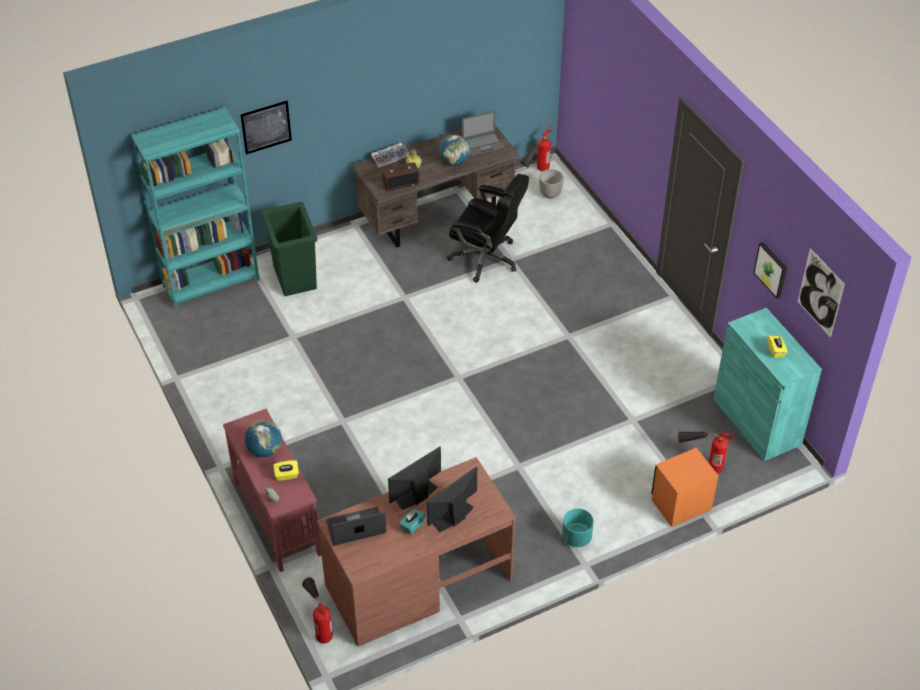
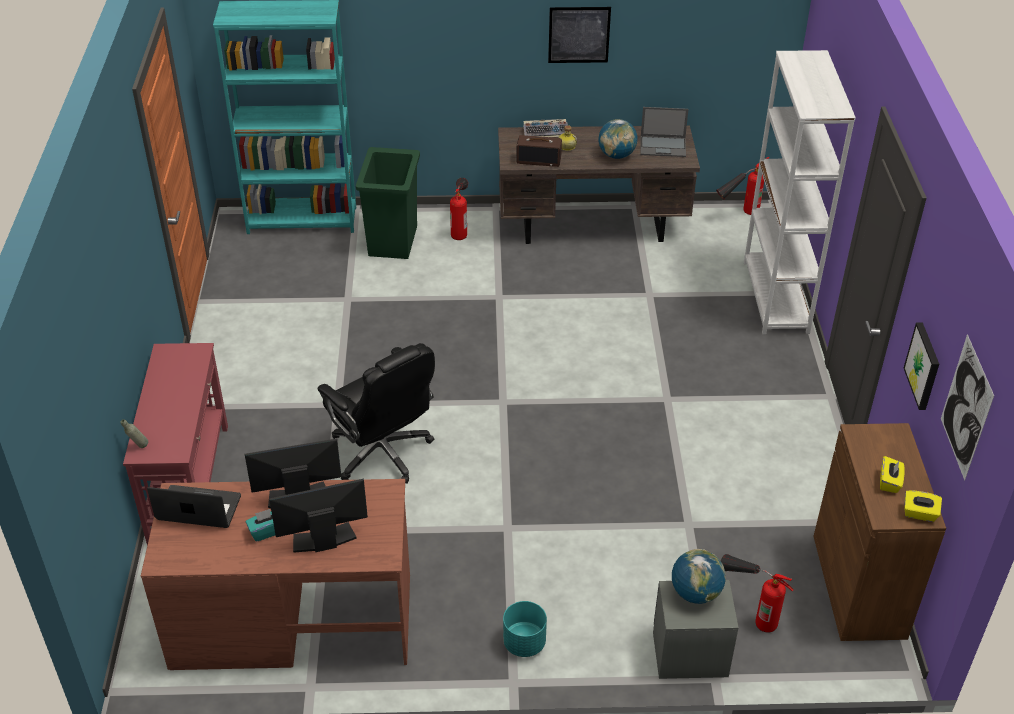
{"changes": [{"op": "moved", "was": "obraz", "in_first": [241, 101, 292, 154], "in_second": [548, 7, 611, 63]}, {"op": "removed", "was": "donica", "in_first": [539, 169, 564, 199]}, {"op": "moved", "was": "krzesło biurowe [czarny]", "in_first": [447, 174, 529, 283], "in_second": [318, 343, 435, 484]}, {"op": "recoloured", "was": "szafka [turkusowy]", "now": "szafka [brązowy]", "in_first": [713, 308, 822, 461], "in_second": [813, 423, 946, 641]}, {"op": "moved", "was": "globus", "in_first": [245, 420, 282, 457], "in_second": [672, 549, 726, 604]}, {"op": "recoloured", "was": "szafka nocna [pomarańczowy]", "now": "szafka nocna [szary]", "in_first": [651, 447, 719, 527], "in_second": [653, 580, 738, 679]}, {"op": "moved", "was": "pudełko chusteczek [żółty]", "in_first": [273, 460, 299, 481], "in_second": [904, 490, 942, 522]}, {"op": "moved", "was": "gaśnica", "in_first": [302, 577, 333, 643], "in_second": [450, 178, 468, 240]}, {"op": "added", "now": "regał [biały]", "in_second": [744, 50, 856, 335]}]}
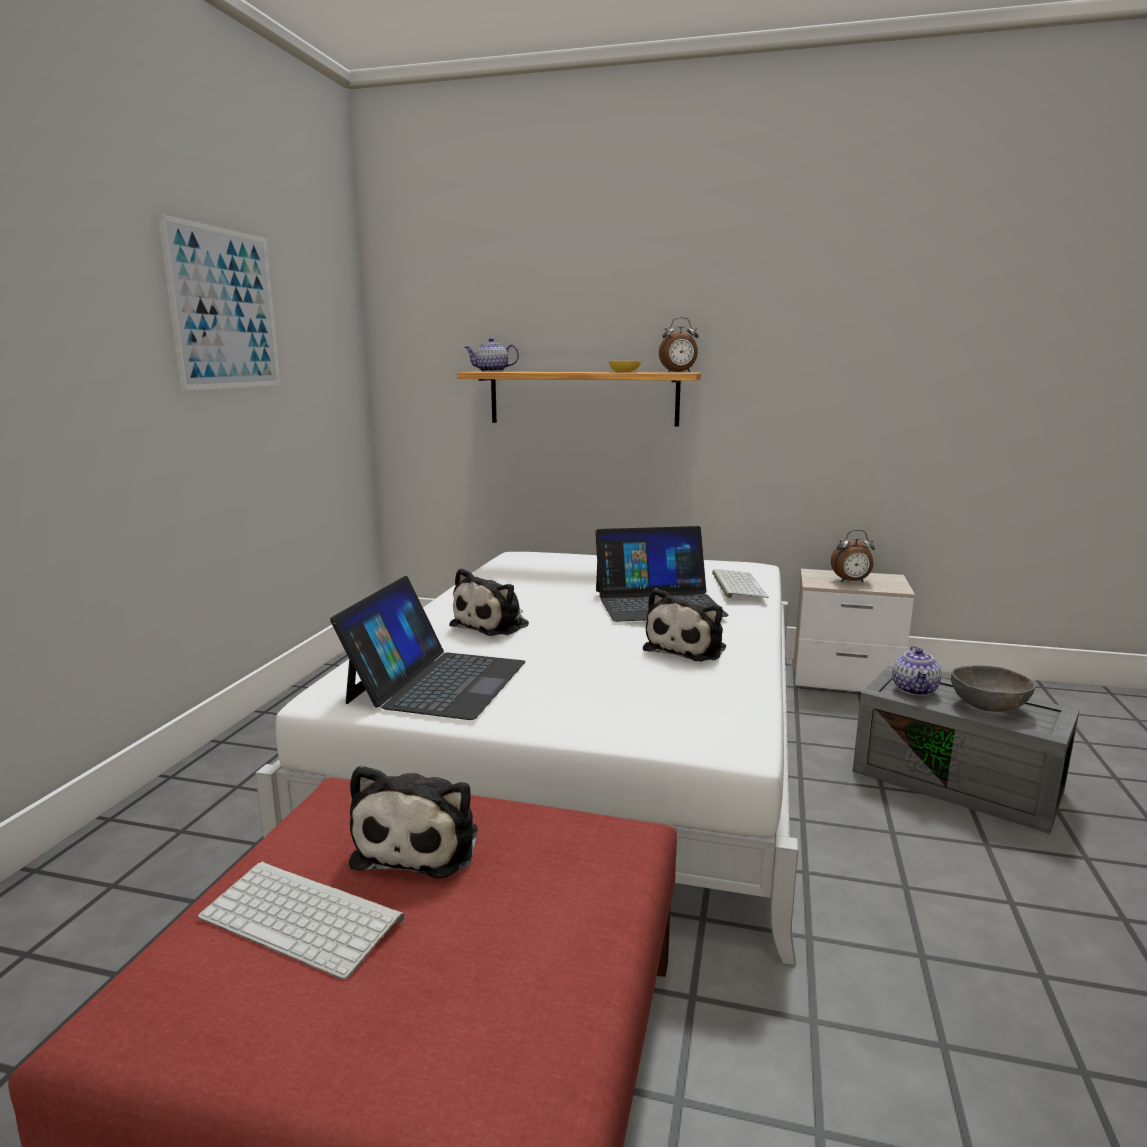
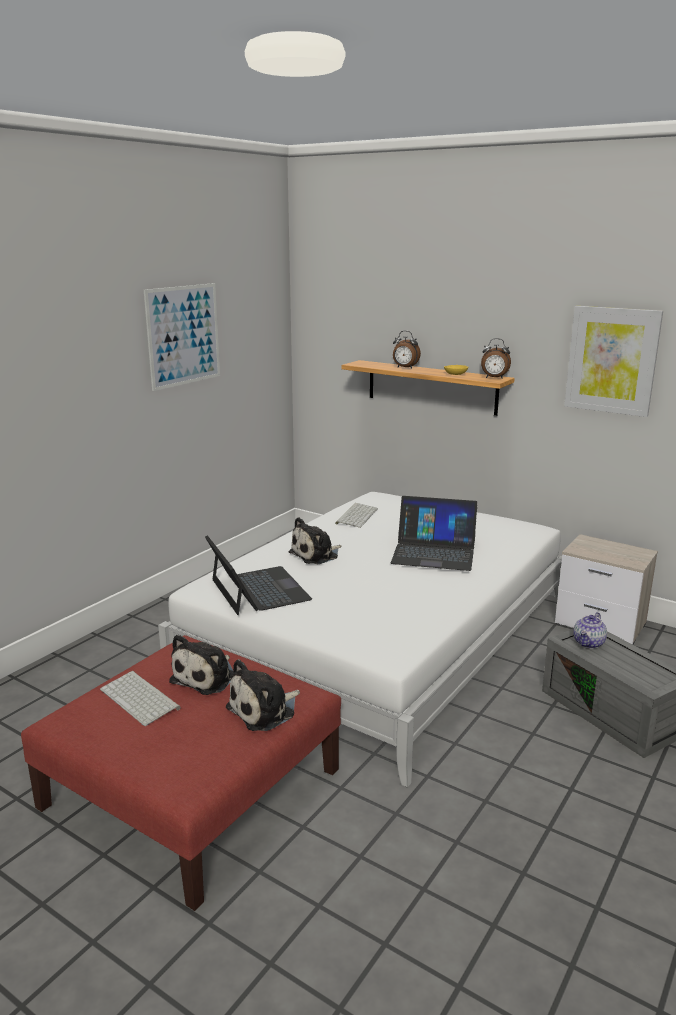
{"changes": [{"op": "removed", "was": "imbryk", "in_first": [464, 338, 519, 372]}, {"op": "moved", "was": "budzik", "in_first": [831, 530, 875, 582], "in_second": [393, 331, 421, 369]}, {"op": "moved", "was": "klawiatura", "in_first": [712, 569, 769, 598], "in_second": [335, 503, 378, 528]}, {"op": "turned", "was": "laptop", "in_first": [330, 576, 526, 720], "in_second": [205, 535, 312, 615], "clockwise": -60}, {"op": "moved", "was": "pluszak", "in_first": [643, 588, 726, 661], "in_second": [226, 659, 300, 731]}, {"op": "removed", "was": "miska [szary]", "in_first": [951, 665, 1036, 712]}, {"op": "added", "now": "obraz", "in_second": [564, 306, 663, 417]}]}
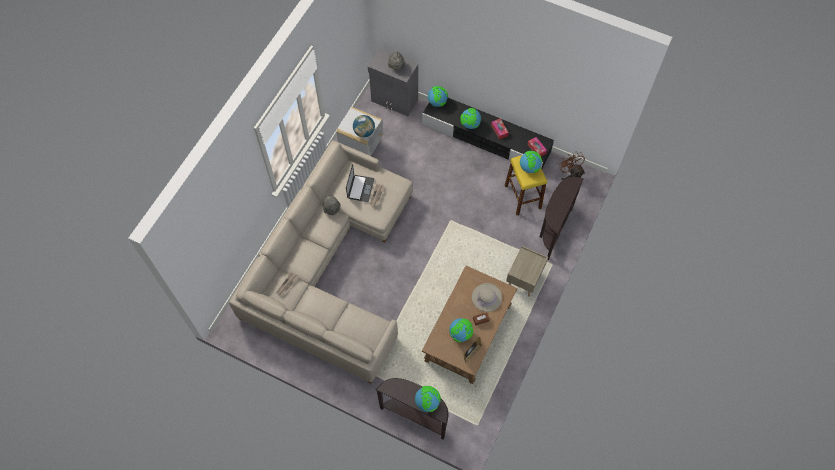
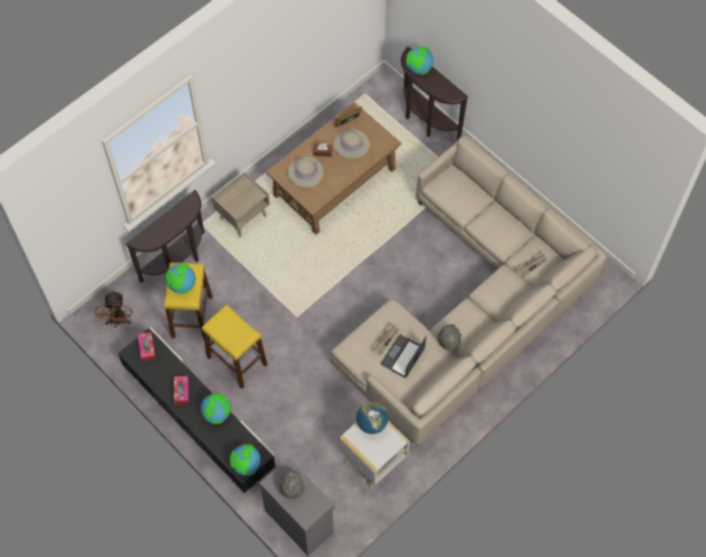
{"changes": [{"op": "replaced", "was": "globus", "now": "kapelusz [beżowy]", "in_first": [449, 318, 473, 342], "in_second": [334, 129, 370, 159]}, {"op": "added", "now": "stołek [żółty]", "in_second": [202, 305, 268, 389]}]}
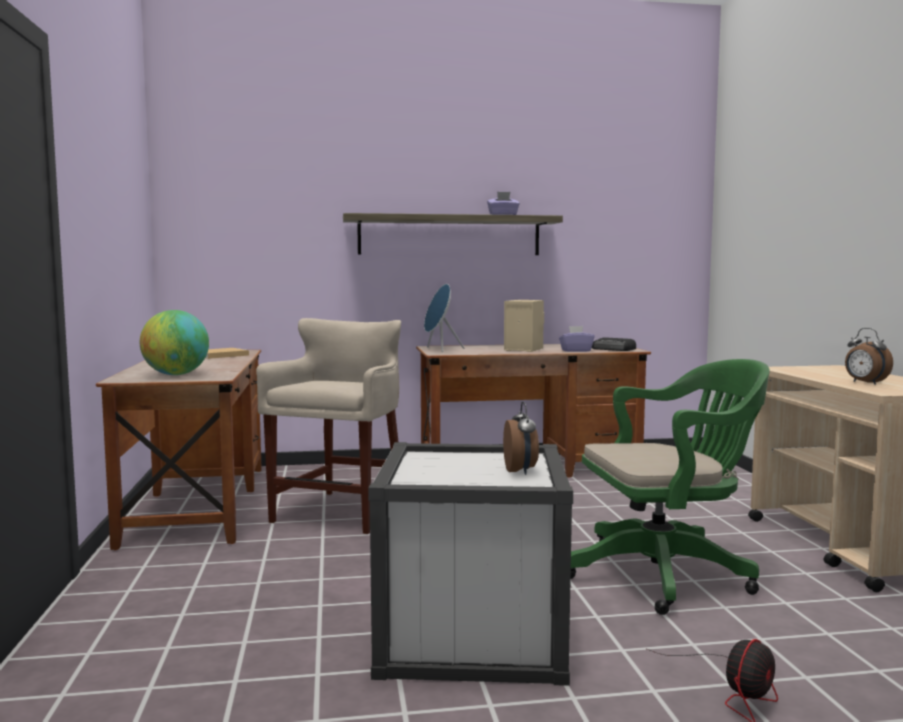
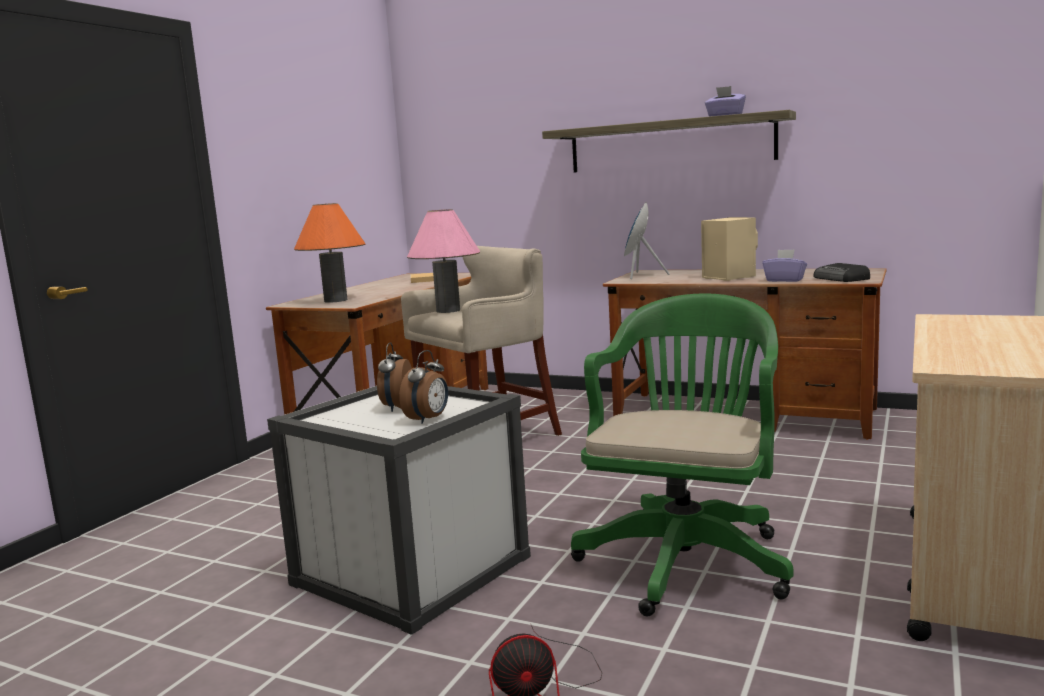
{"changes": [{"op": "replaced", "was": "globus", "now": "lampa stołowa [pomarańczowy]", "in_first": [140, 310, 209, 375], "in_second": [294, 203, 365, 303]}, {"op": "moved", "was": "budzik", "in_first": [845, 328, 893, 385], "in_second": [377, 342, 412, 412]}, {"op": "turned", "was": "krzesło biurowe [zielony]", "in_first": [571, 359, 770, 615], "in_second": [571, 293, 794, 616], "clockwise": -90}, {"op": "added", "now": "lampa stołowa [różowy]", "in_second": [407, 209, 480, 313]}]}
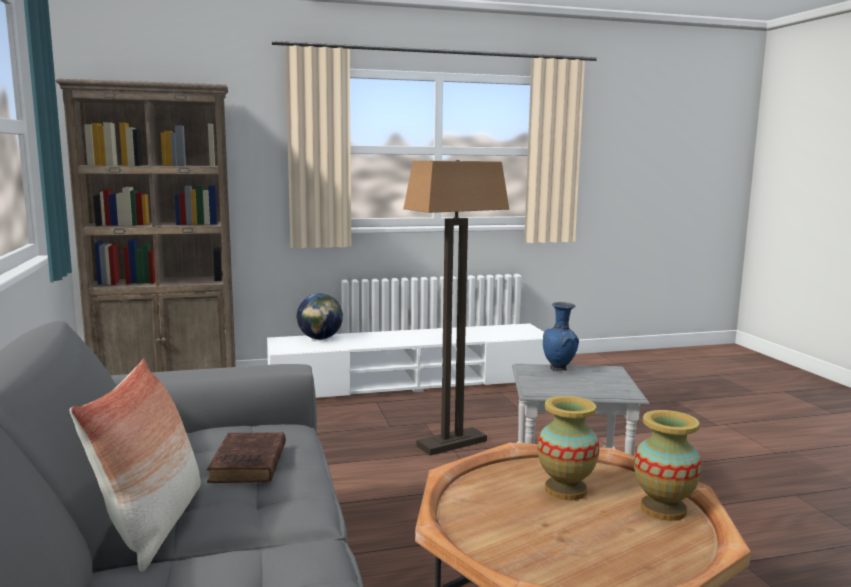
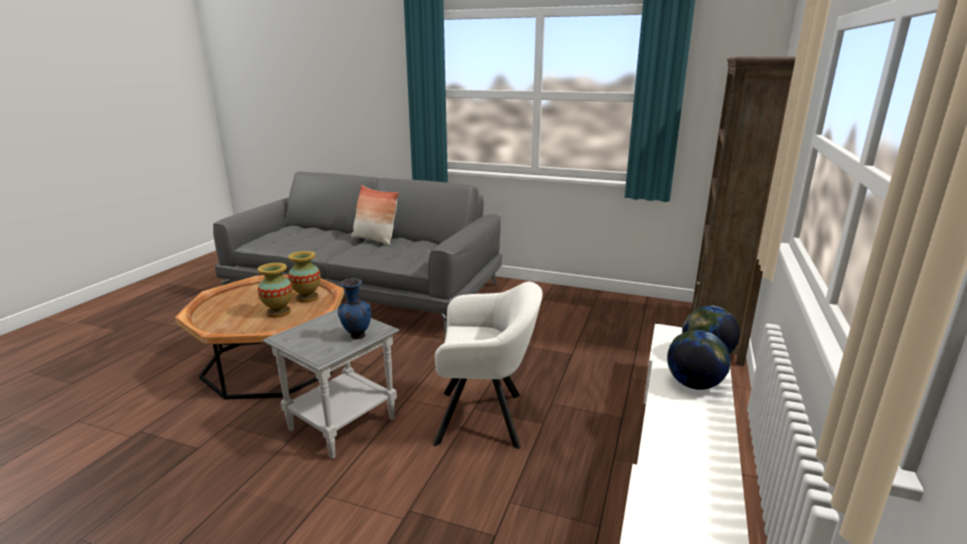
{"changes": [{"op": "replaced", "was": "lampa stojąca", "now": "fotel [biały]", "in_first": [403, 160, 509, 456], "in_second": [433, 282, 543, 449]}, {"op": "moved", "was": "wazon", "in_first": [634, 410, 702, 521], "in_second": [288, 251, 321, 303]}, {"op": "removed", "was": "książka [brązowy]", "in_first": [207, 432, 286, 483]}, {"op": "added", "now": "globus", "in_second": [667, 330, 731, 390]}]}
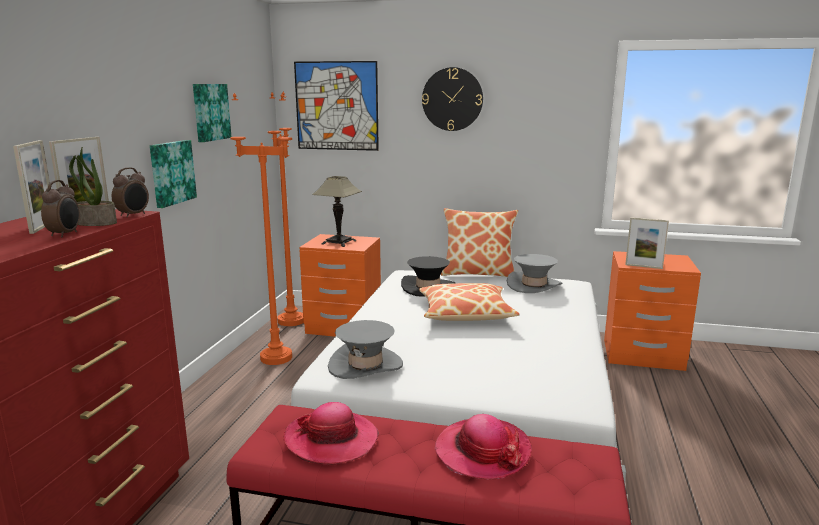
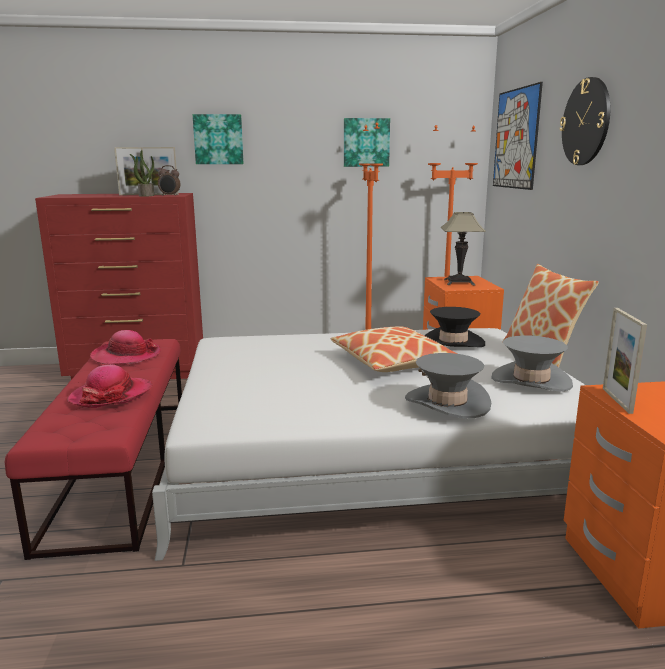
{"changes": [{"op": "moved", "was": "obraz", "in_first": [150, 140, 197, 208], "in_second": [193, 114, 243, 164]}, {"op": "removed", "was": "budzik", "in_first": [41, 180, 80, 238]}, {"op": "moved", "was": "kapelusz [szary]", "in_first": [328, 320, 403, 379], "in_second": [405, 353, 491, 418]}]}
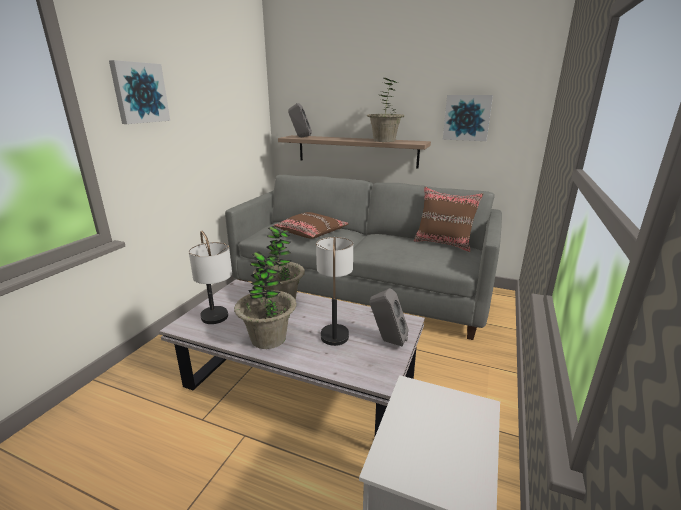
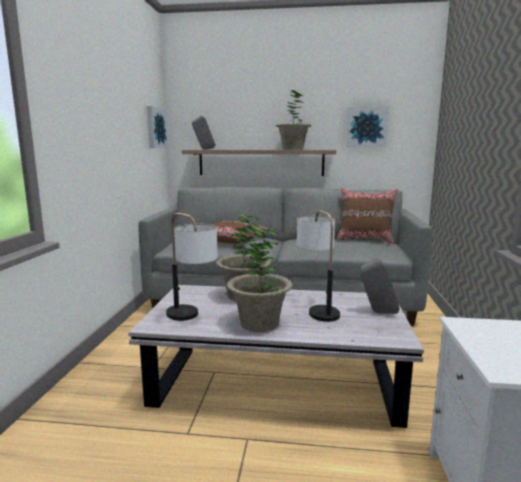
{"changes": [{"op": "moved", "was": "obraz", "in_first": [109, 60, 170, 124], "in_second": [147, 106, 168, 148]}]}
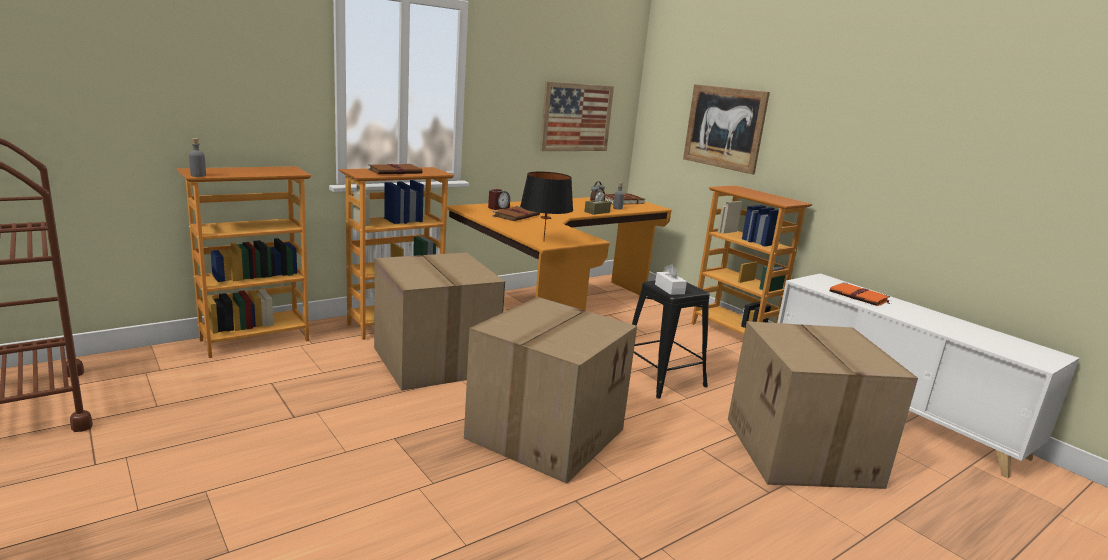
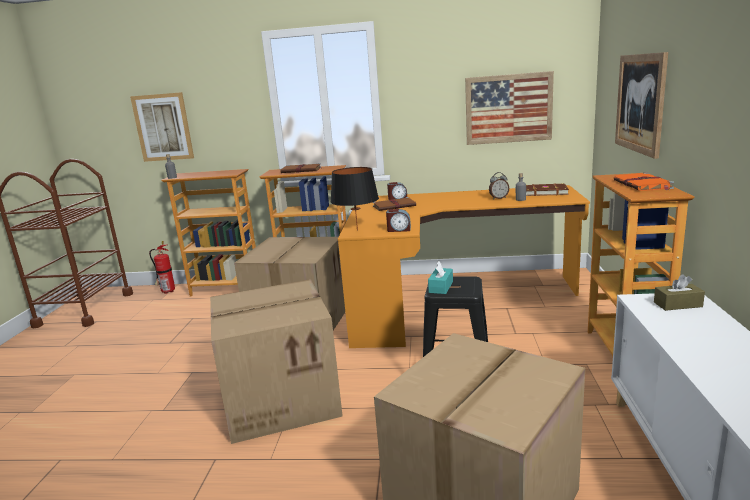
{"changes": [{"op": "moved", "was": "pudełko chusteczek [brązowy]", "in_first": [584, 192, 611, 215], "in_second": [654, 274, 705, 311]}, {"op": "recoloured", "was": "pudełko chusteczek [biały]", "now": "pudełko chusteczek [turkusowy]", "in_first": [655, 264, 687, 295], "in_second": [428, 261, 453, 294]}, {"op": "moved", "was": "książka [pomarańczowy]", "in_first": [830, 282, 891, 306], "in_second": [614, 173, 674, 191]}, {"op": "added", "now": "obraz", "in_second": [130, 92, 194, 162]}, {"op": "added", "now": "budzik", "in_second": [386, 209, 411, 232]}, {"op": "added", "now": "gaśnica", "in_second": [149, 241, 175, 294]}]}
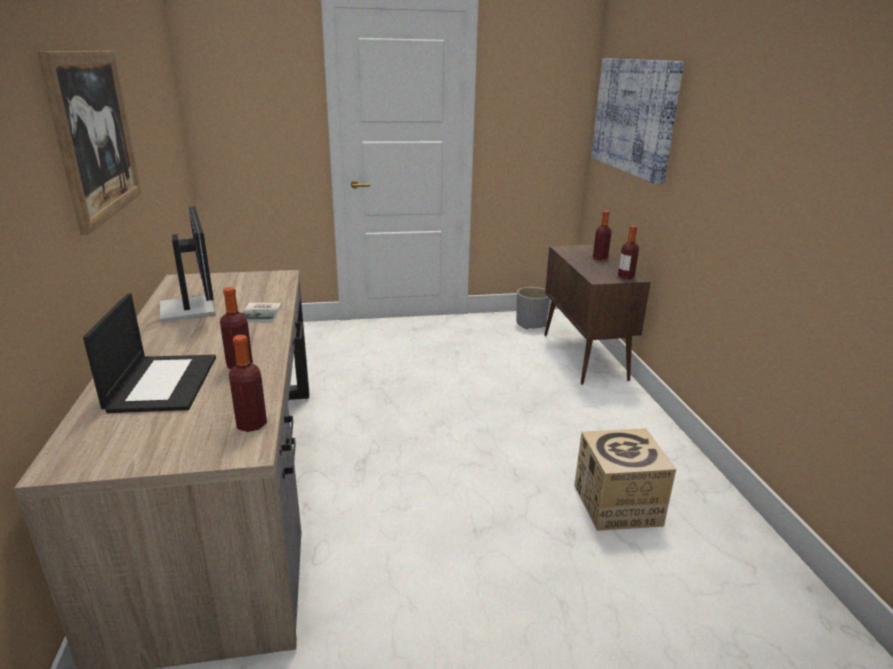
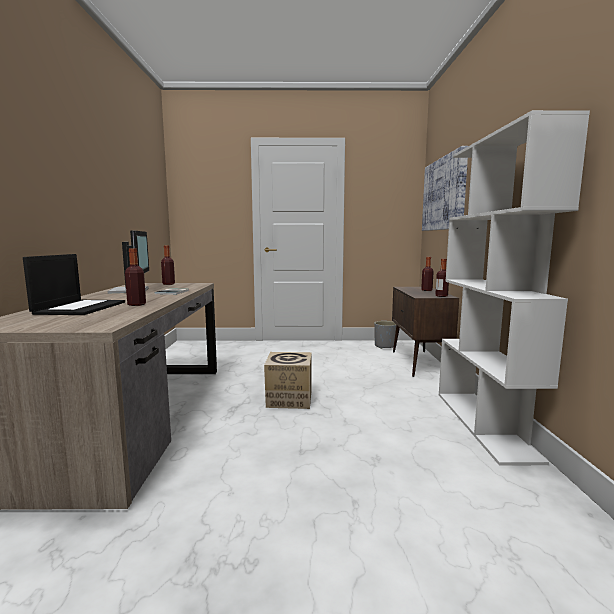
{"changes": [{"op": "removed", "was": "obraz", "in_first": [37, 51, 141, 235]}, {"op": "moved", "was": "butelka", "in_first": [229, 335, 267, 432], "in_second": [161, 245, 175, 285]}, {"op": "moved", "was": "karton", "in_first": [574, 428, 676, 531], "in_second": [264, 352, 312, 409]}, {"op": "added", "now": "regał [biały]", "in_second": [439, 110, 590, 466]}]}
